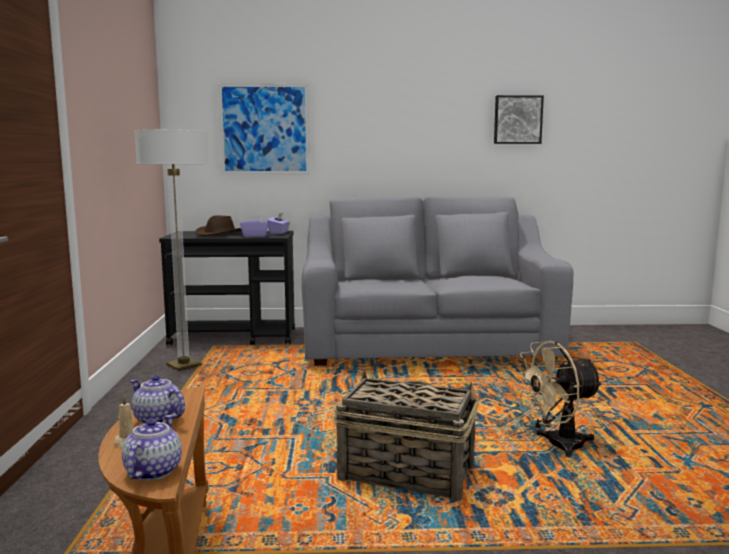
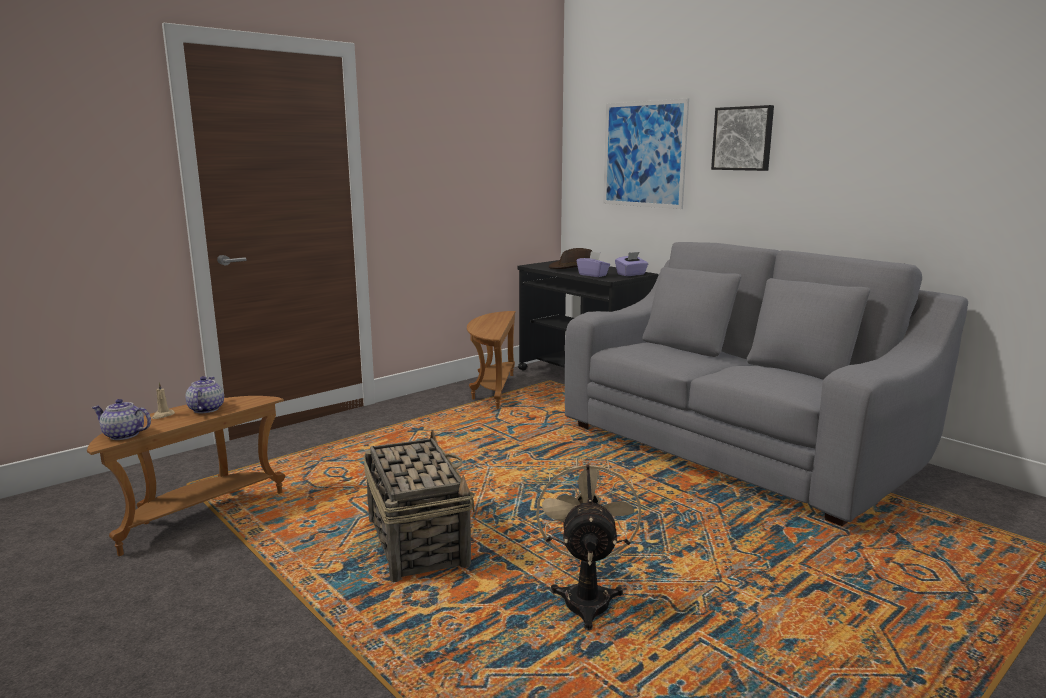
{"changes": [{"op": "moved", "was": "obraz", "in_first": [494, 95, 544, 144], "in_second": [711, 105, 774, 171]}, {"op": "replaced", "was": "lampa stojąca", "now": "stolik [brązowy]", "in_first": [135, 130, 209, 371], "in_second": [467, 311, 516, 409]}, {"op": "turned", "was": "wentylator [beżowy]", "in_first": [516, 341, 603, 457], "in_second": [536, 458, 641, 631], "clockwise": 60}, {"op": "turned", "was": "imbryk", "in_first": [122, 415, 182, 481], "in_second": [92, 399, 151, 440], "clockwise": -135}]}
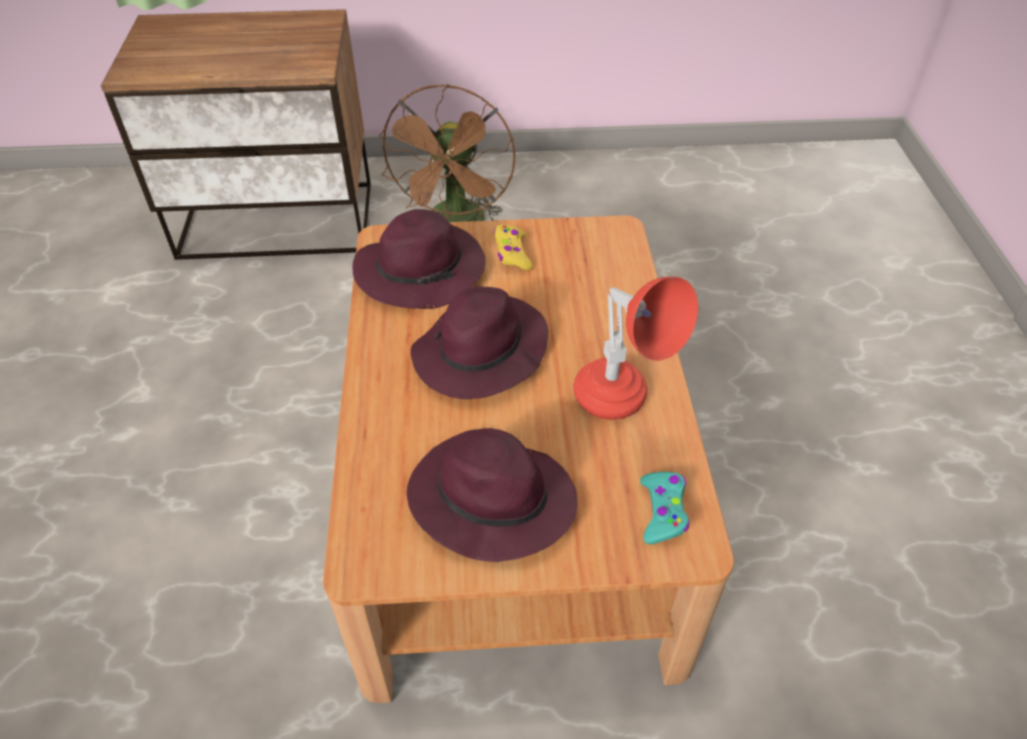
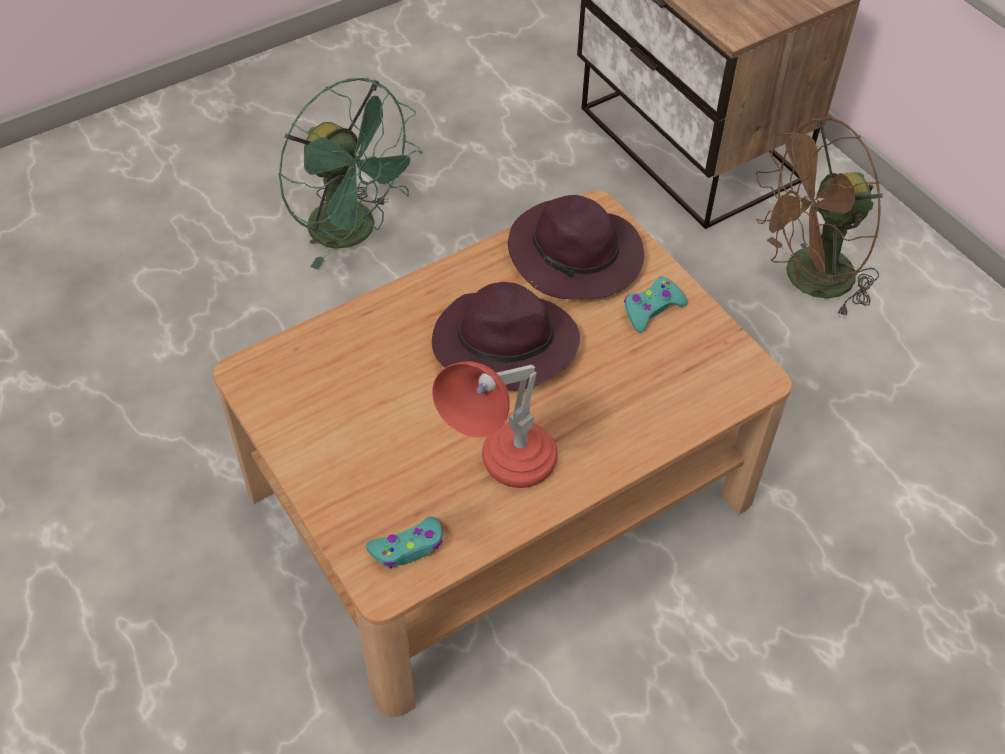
{"changes": [{"op": "recoloured", "was": "pad do gier [żółty]", "now": "pad do gier [turkusowy]", "in_first": [494, 225, 533, 270], "in_second": [624, 277, 688, 332]}, {"op": "removed", "was": "kapelusz [fioletowy]", "in_first": [407, 428, 578, 562]}, {"op": "added", "now": "wentylator [zielony]", "in_second": [278, 78, 423, 269]}]}
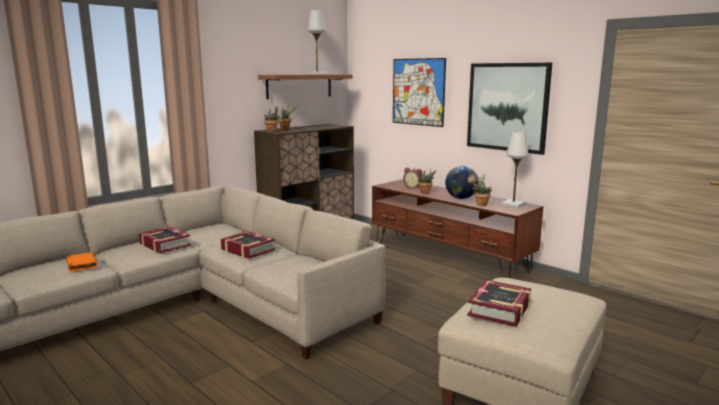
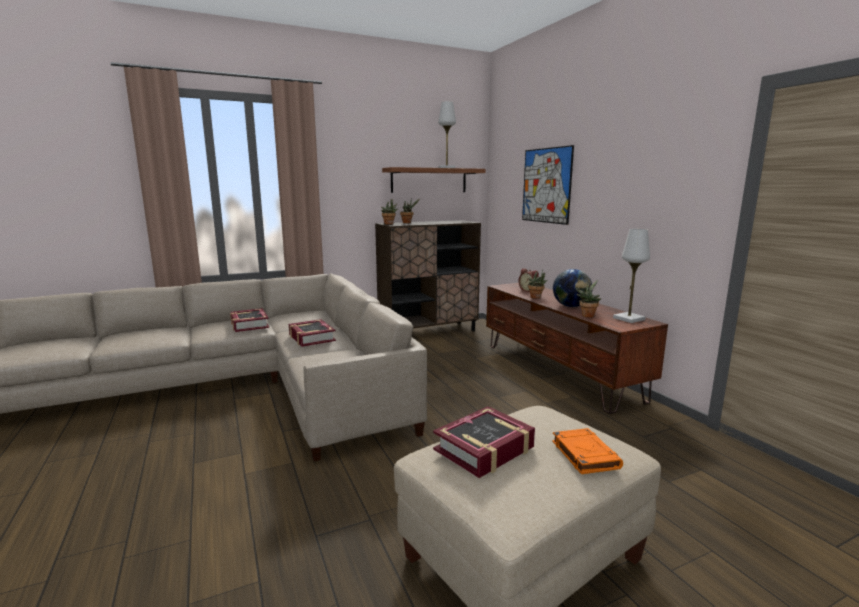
{"changes": [{"op": "removed", "was": "obraz", "in_first": [467, 63, 552, 155]}, {"op": "moved", "was": "książka [pomarańczowy]", "in_first": [66, 252, 97, 272], "in_second": [552, 428, 623, 474]}]}
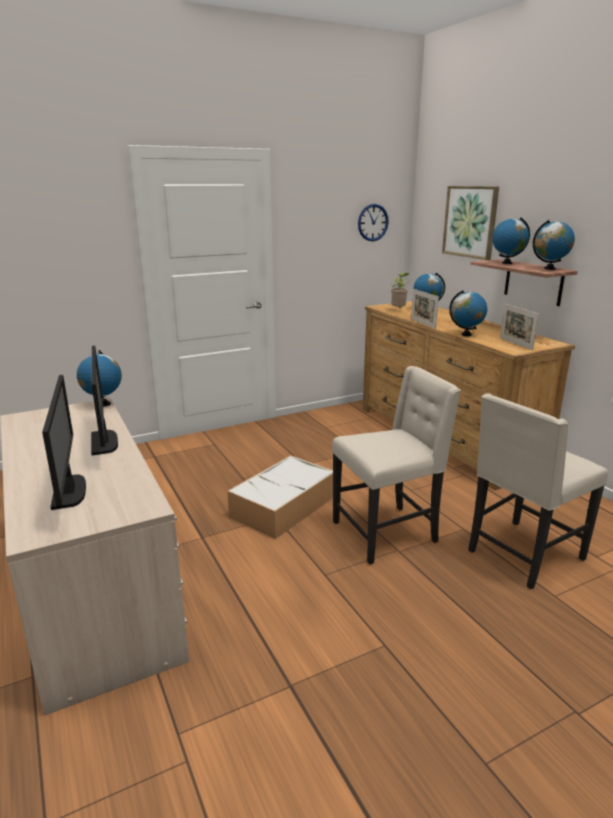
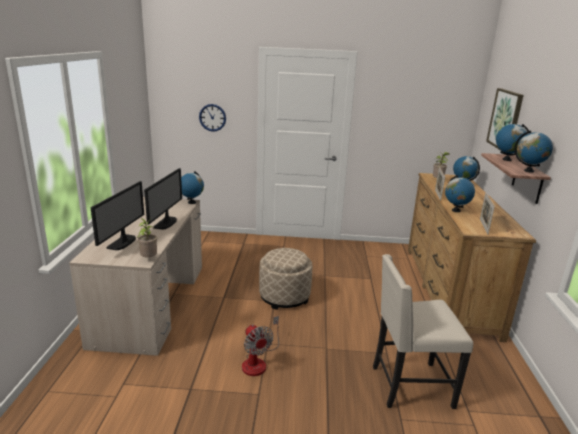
{"changes": [{"op": "moved", "was": "zegar ścienny", "in_first": [358, 204, 389, 241], "in_second": [199, 104, 226, 132]}, {"op": "removed", "was": "krzesło [beżowy]", "in_first": [332, 366, 461, 565]}, {"op": "replaced", "was": "pojemnik do przechowywania", "now": "pufa [beżowy]", "in_first": [227, 455, 333, 539], "in_second": [259, 248, 312, 310]}, {"op": "added", "now": "roślina doniczkowa", "in_second": [137, 218, 157, 257]}, {"op": "added", "now": "wentylator", "in_second": [242, 316, 279, 376]}]}
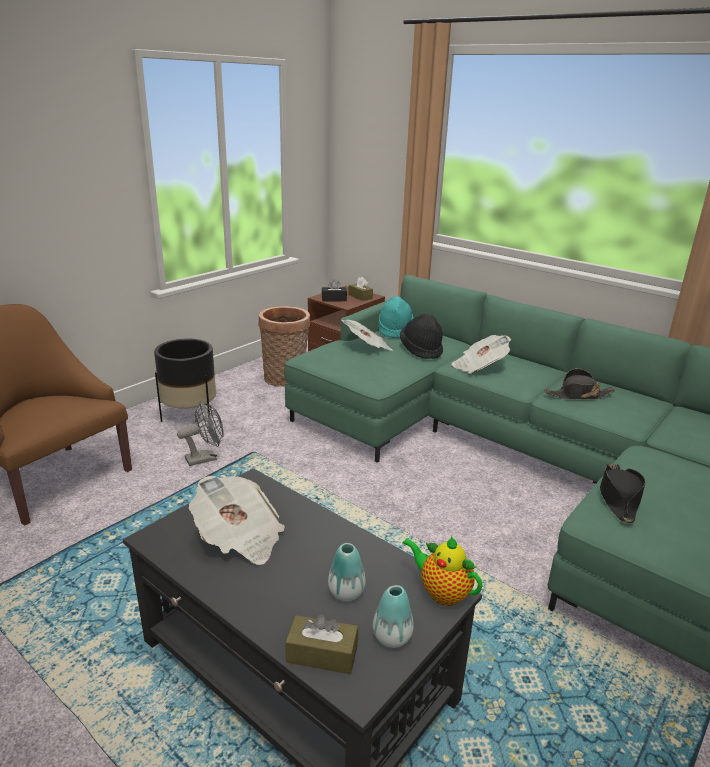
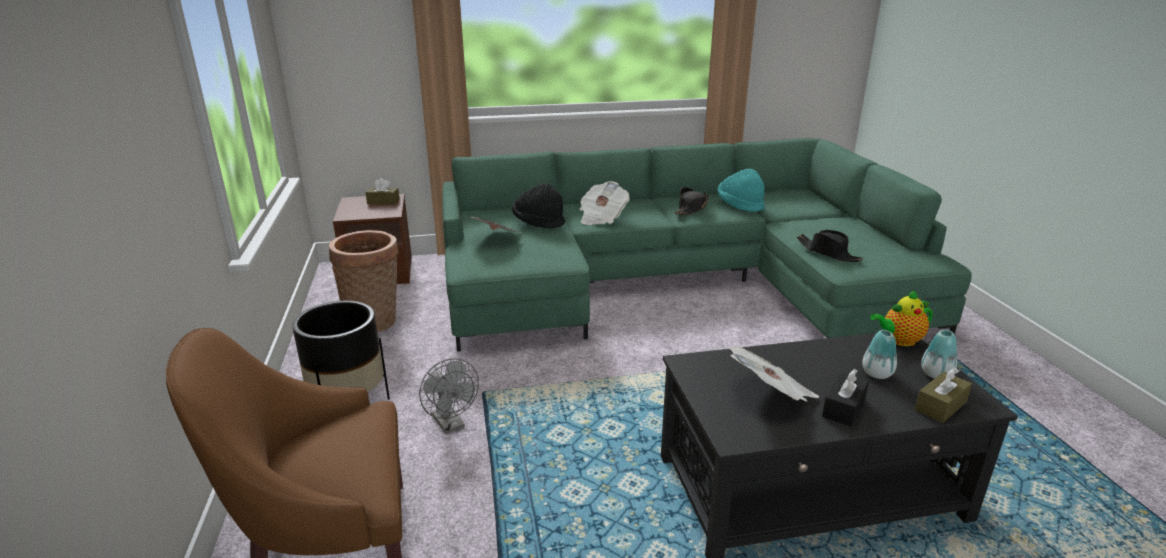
{"changes": [{"op": "moved", "was": "pudełko chusteczek [czarny]", "in_first": [322, 279, 347, 301], "in_second": [822, 369, 869, 426]}, {"op": "moved", "was": "kapelusz [turkusowy]", "in_first": [379, 296, 414, 339], "in_second": [717, 169, 765, 212]}, {"op": "turned", "was": "wentylator [szary]", "in_first": [177, 401, 224, 466], "in_second": [419, 358, 479, 434], "clockwise": 135}]}
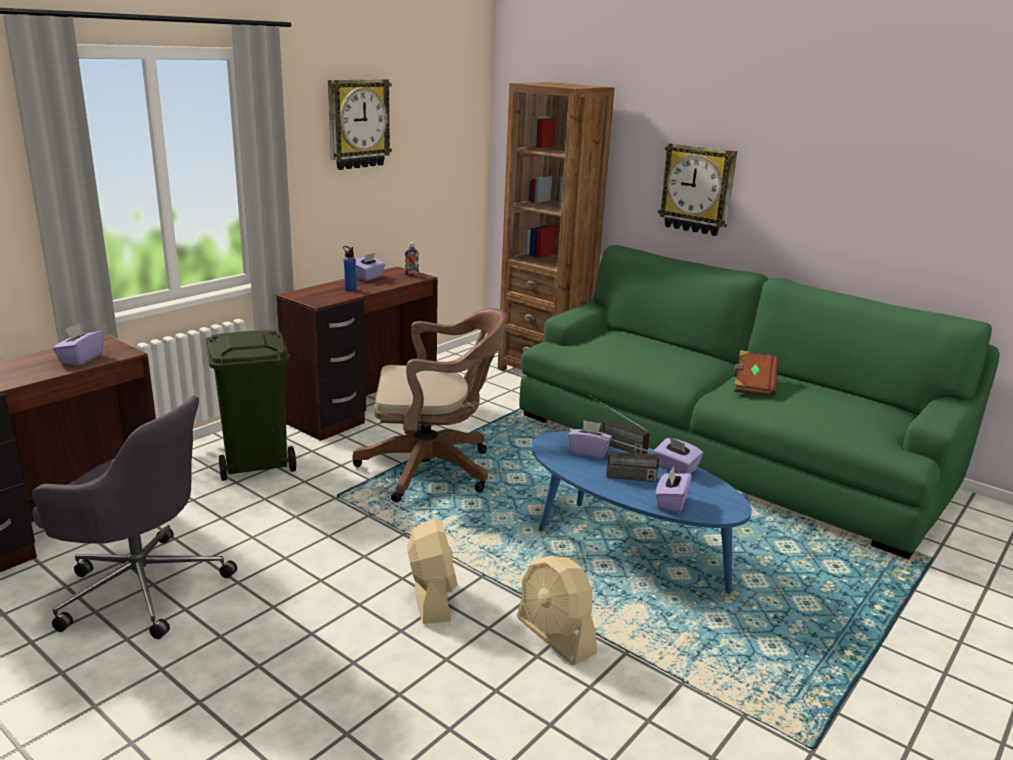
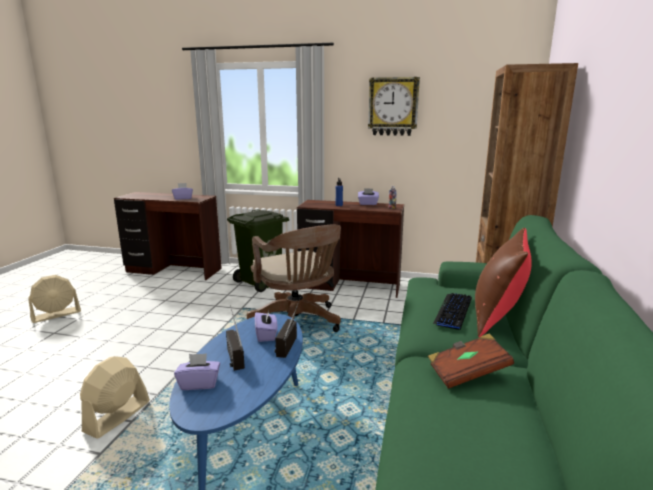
{"changes": [{"op": "removed", "was": "zegar ścienny", "in_first": [658, 143, 737, 236]}, {"op": "removed", "was": "krzesło biurowe [szary]", "in_first": [32, 396, 237, 639]}, {"op": "removed", "was": "pudełko chusteczek [fioletowy]", "in_first": [654, 437, 703, 474]}, {"op": "moved", "was": "wentylator [beżowy]", "in_first": [407, 518, 458, 624], "in_second": [28, 275, 81, 323]}, {"op": "added", "now": "poduszka [brązowy]", "in_second": [475, 228, 532, 337]}, {"op": "added", "now": "klawiatura", "in_second": [433, 293, 472, 330]}]}
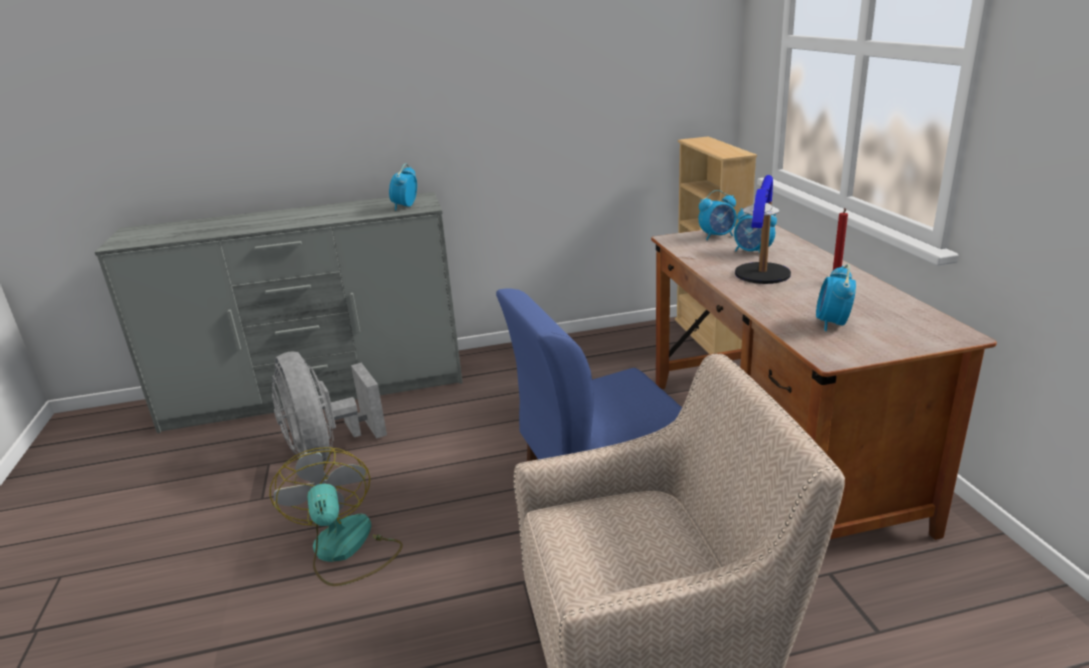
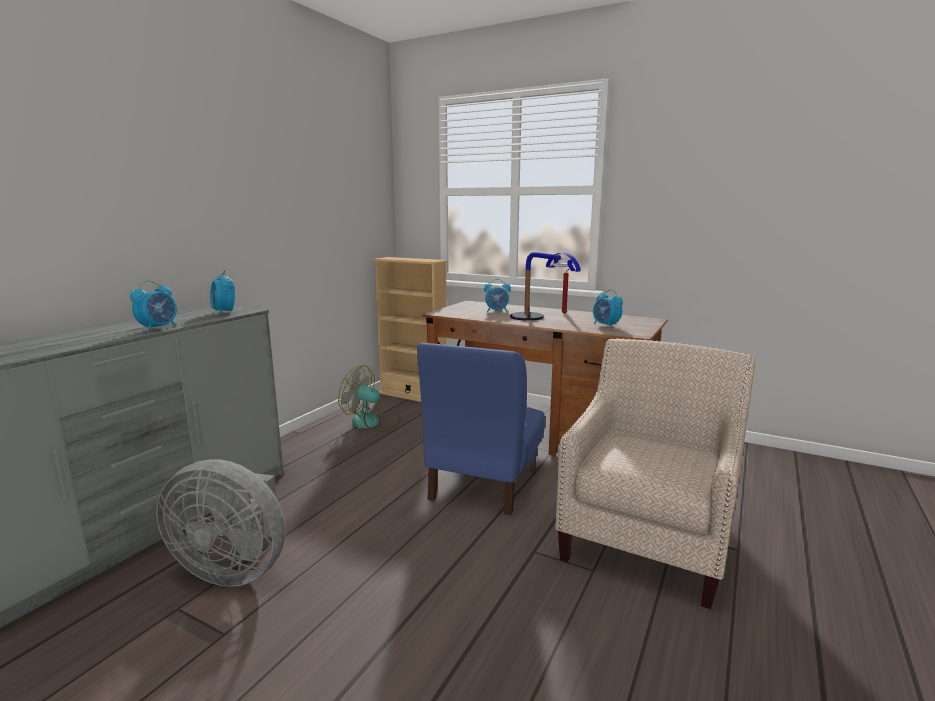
{"changes": [{"op": "moved", "was": "budzik", "in_first": [699, 190, 737, 240], "in_second": [130, 280, 177, 332]}, {"op": "moved", "was": "wentylator", "in_first": [270, 447, 403, 586], "in_second": [338, 365, 400, 431]}]}
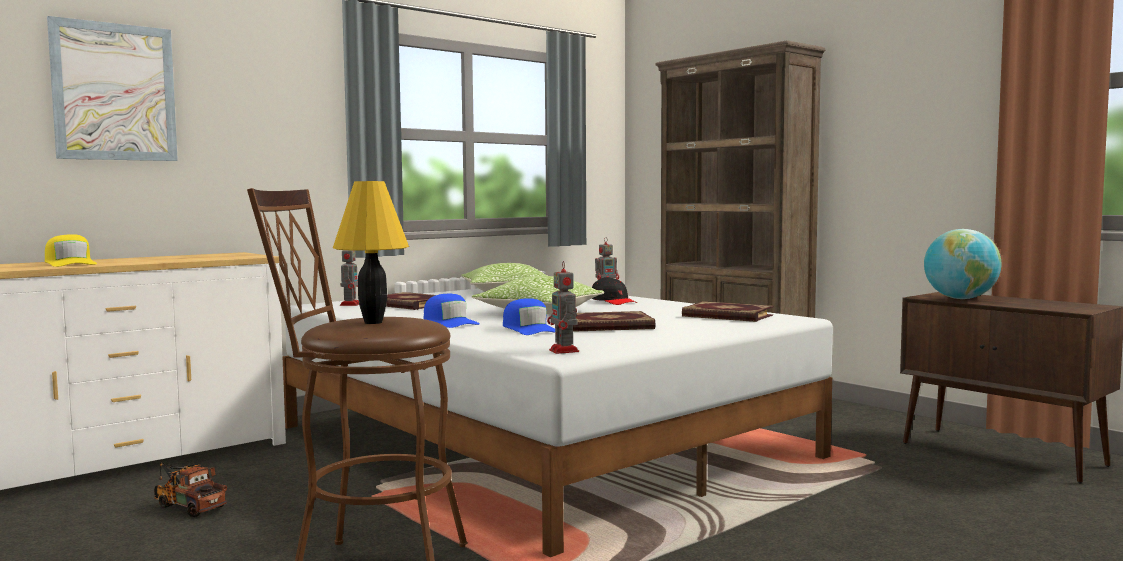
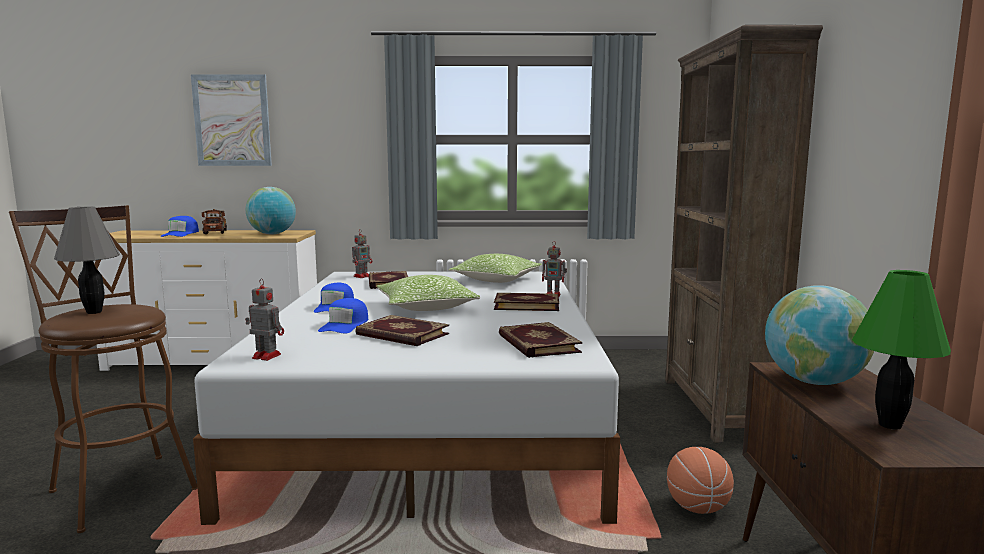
{"changes": [{"op": "recoloured", "was": "lampa stołowa [żółty]", "now": "lampa stołowa [szary]", "in_first": [333, 181, 409, 324], "in_second": [54, 207, 120, 314]}, {"op": "recoloured", "was": "czapka z daszkiem [żółty]", "now": "czapka z daszkiem [niebieski]", "in_first": [45, 234, 97, 267], "in_second": [160, 216, 199, 237]}, {"op": "turned", "was": "robot zabawkowy", "in_first": [547, 261, 579, 354], "in_second": [245, 278, 284, 361], "clockwise": 90}, {"op": "replaced", "was": "czapka z daszkiem [czarny]", "now": "książka", "in_first": [592, 276, 637, 305], "in_second": [494, 293, 559, 311]}, {"op": "moved", "was": "ciężarówka zabawkowa", "in_first": [154, 463, 227, 517], "in_second": [202, 209, 227, 234]}, {"op": "added", "now": "globus", "in_second": [246, 187, 296, 235]}, {"op": "added", "now": "lampa stołowa [zielony]", "in_second": [852, 270, 951, 430]}, {"op": "added", "now": "piłka do koszykówki", "in_second": [667, 447, 734, 514]}]}
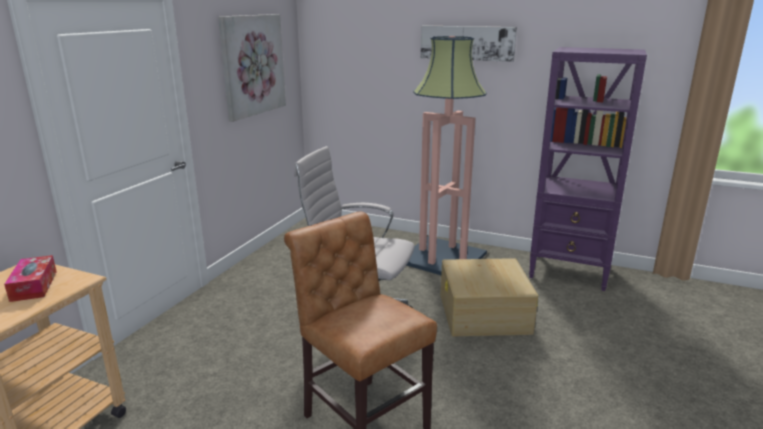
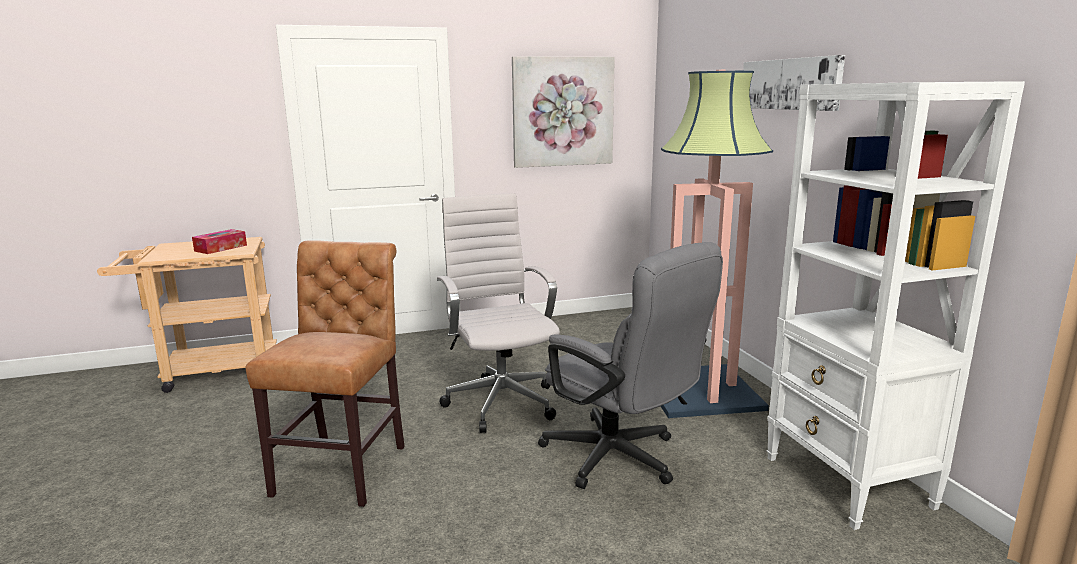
{"changes": [{"op": "recoloured", "was": "regał [fioletowy]", "now": "regał [biały]", "in_first": [529, 47, 647, 291], "in_second": [767, 81, 1025, 530]}, {"op": "replaced", "was": "pojemnik do przechowywania [beżowy]", "now": "krzesło biurowe [szary]", "in_first": [441, 258, 538, 336], "in_second": [538, 242, 723, 489]}]}
